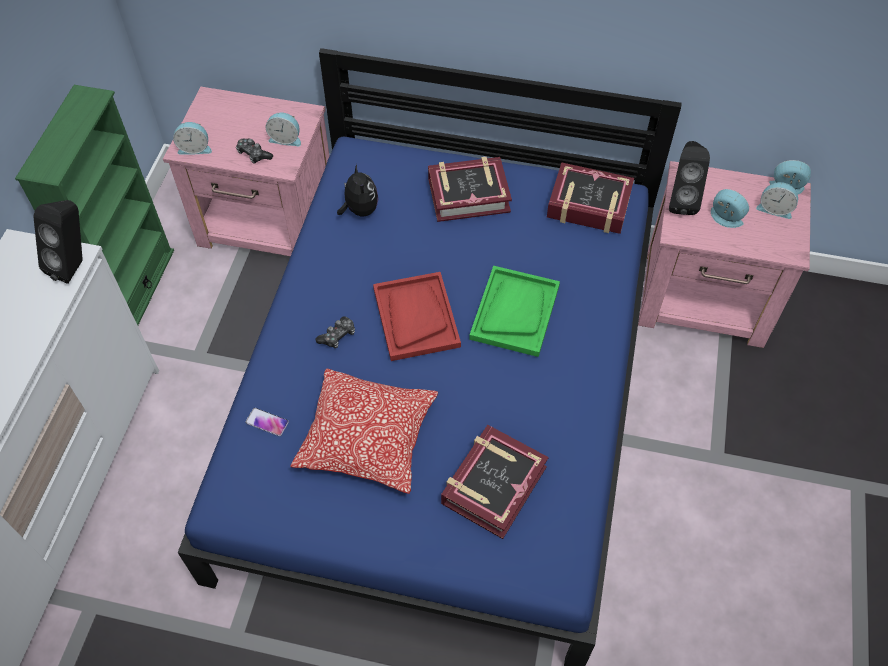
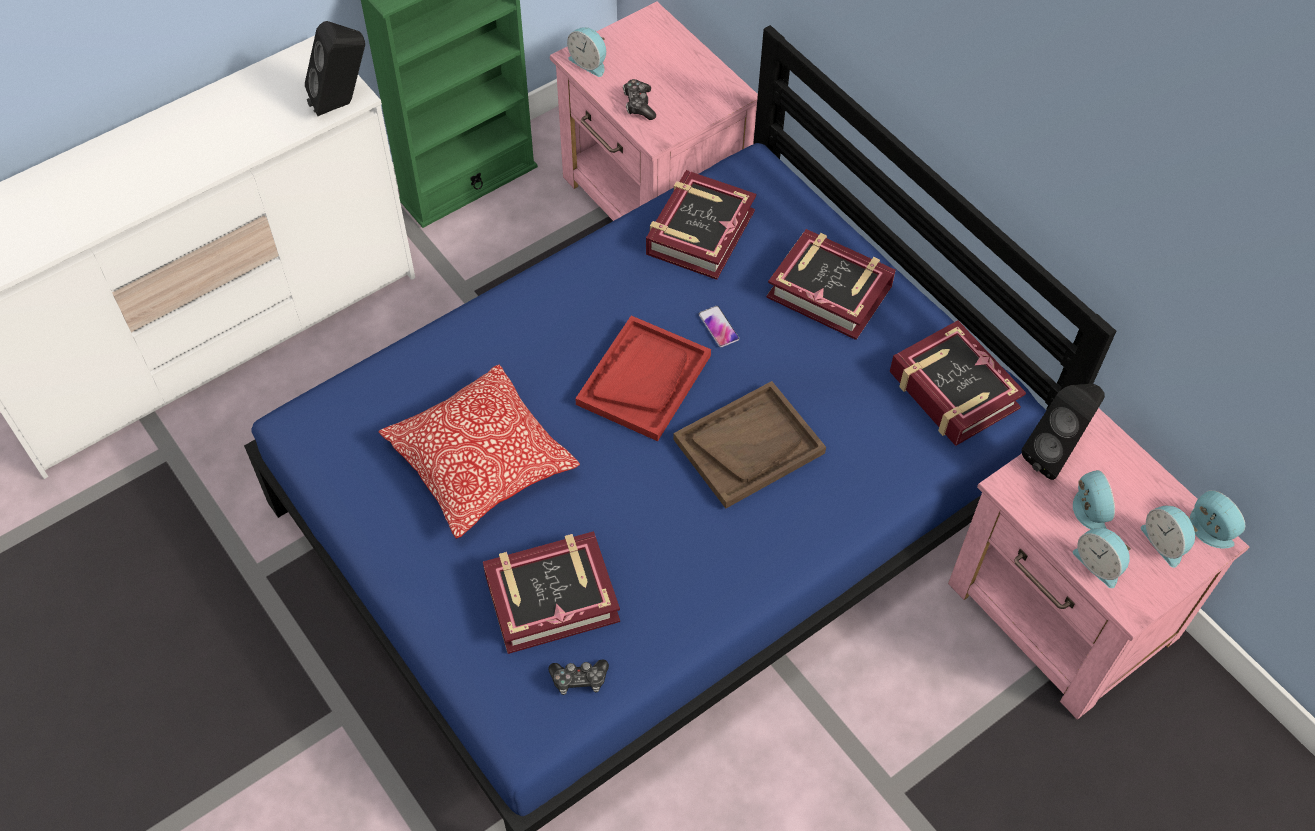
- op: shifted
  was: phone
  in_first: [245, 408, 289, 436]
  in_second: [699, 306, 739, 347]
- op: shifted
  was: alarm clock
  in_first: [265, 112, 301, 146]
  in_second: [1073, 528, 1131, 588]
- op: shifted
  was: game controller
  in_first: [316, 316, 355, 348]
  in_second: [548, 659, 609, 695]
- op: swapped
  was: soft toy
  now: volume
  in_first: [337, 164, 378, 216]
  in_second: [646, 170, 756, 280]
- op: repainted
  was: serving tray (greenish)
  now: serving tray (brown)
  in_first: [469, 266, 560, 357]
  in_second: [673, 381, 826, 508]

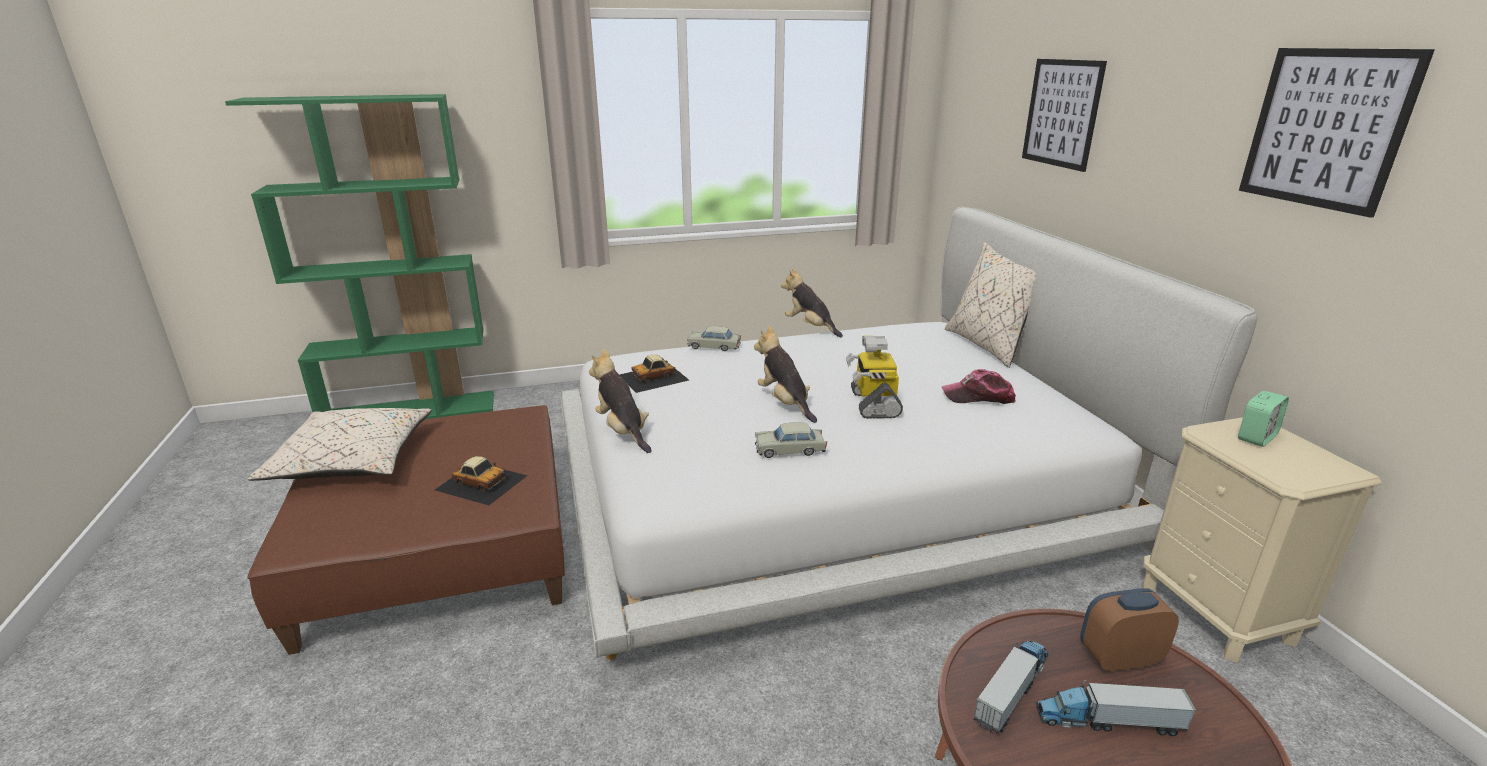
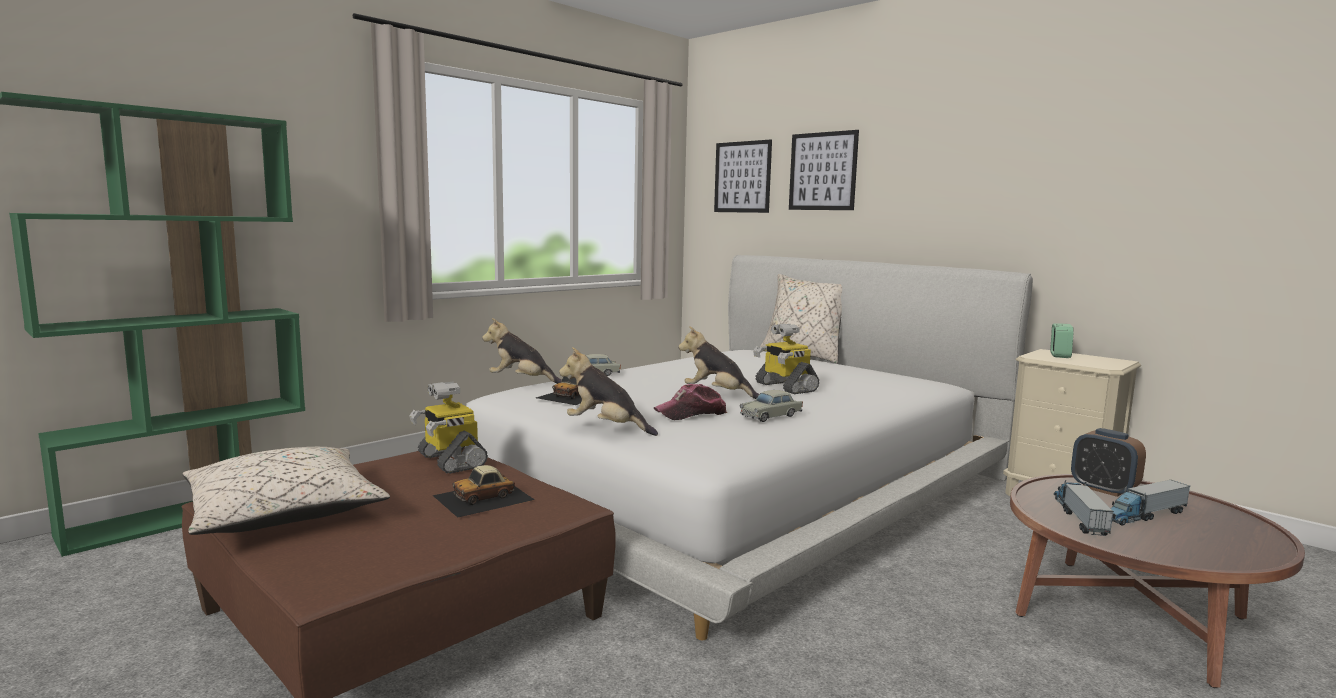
- op: new
  now: robot figure
  in_second: [409, 381, 488, 474]
- op: shifted
  was: soft toy
  in_first: [781, 268, 843, 338]
  in_second: [482, 318, 562, 384]
- op: shifted
  was: baseball cap
  in_first: [942, 369, 1016, 404]
  in_second: [654, 384, 727, 420]
- op: shifted
  was: wall picture
  in_first: [1239, 48, 1435, 218]
  in_second: [714, 139, 772, 213]
- op: rotated
  was: miniature car
  in_first: [435, 456, 528, 505]
  in_second: [432, 465, 535, 518]
  clockwise: 150
- op: rotated
  was: alarm clock
  in_first: [1080, 588, 1179, 672]
  in_second: [1071, 428, 1146, 497]
  clockwise: -90

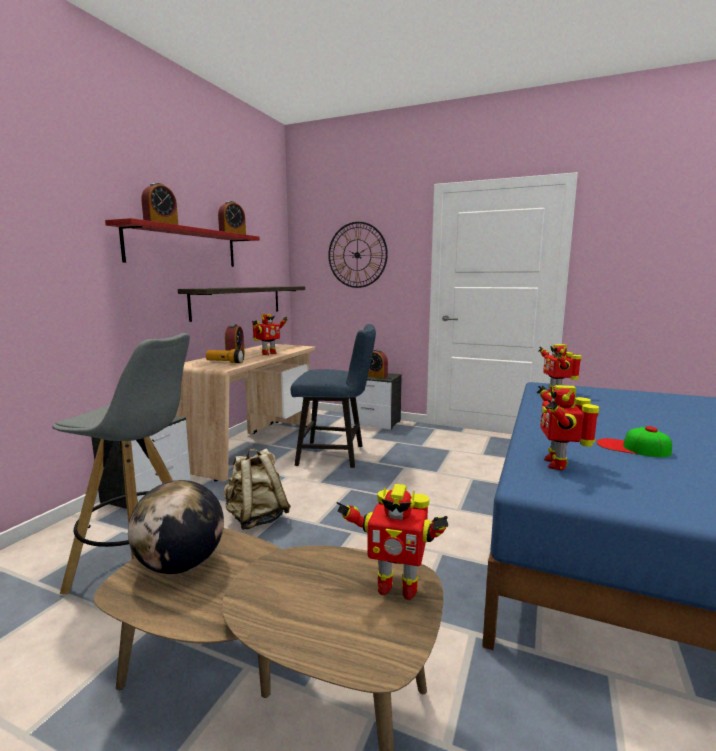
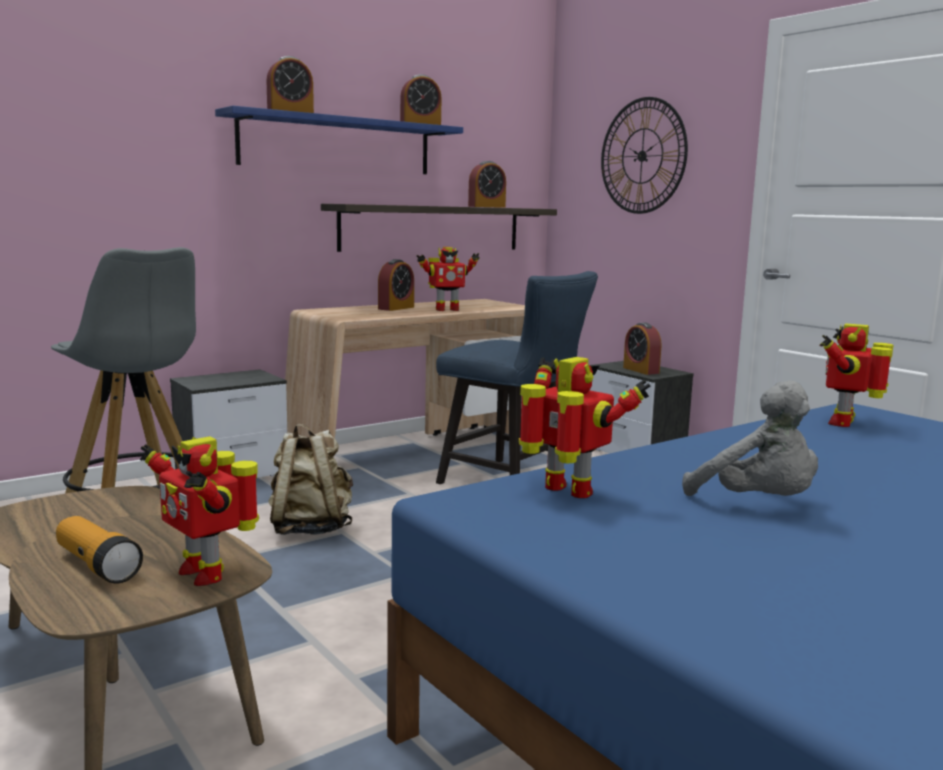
- op: gone
  was: globe
  in_first: [128, 480, 224, 574]
- op: new
  now: alarm clock
  in_second: [468, 161, 506, 208]
- op: shifted
  was: flashlight
  in_first: [206, 349, 244, 363]
  in_second: [56, 516, 143, 584]
- op: swapped
  was: baseball cap
  now: soft toy (grey)
  in_first: [597, 426, 672, 457]
  in_second: [682, 380, 818, 496]
- op: repainted
  was: wall shelf (reddish)
  now: wall shelf (blue)
  in_first: [105, 218, 260, 267]
  in_second: [215, 106, 463, 174]
- op: rotated
  was: robot figure
  in_first: [537, 385, 599, 470]
  in_second: [519, 357, 651, 498]
  clockwise: 90

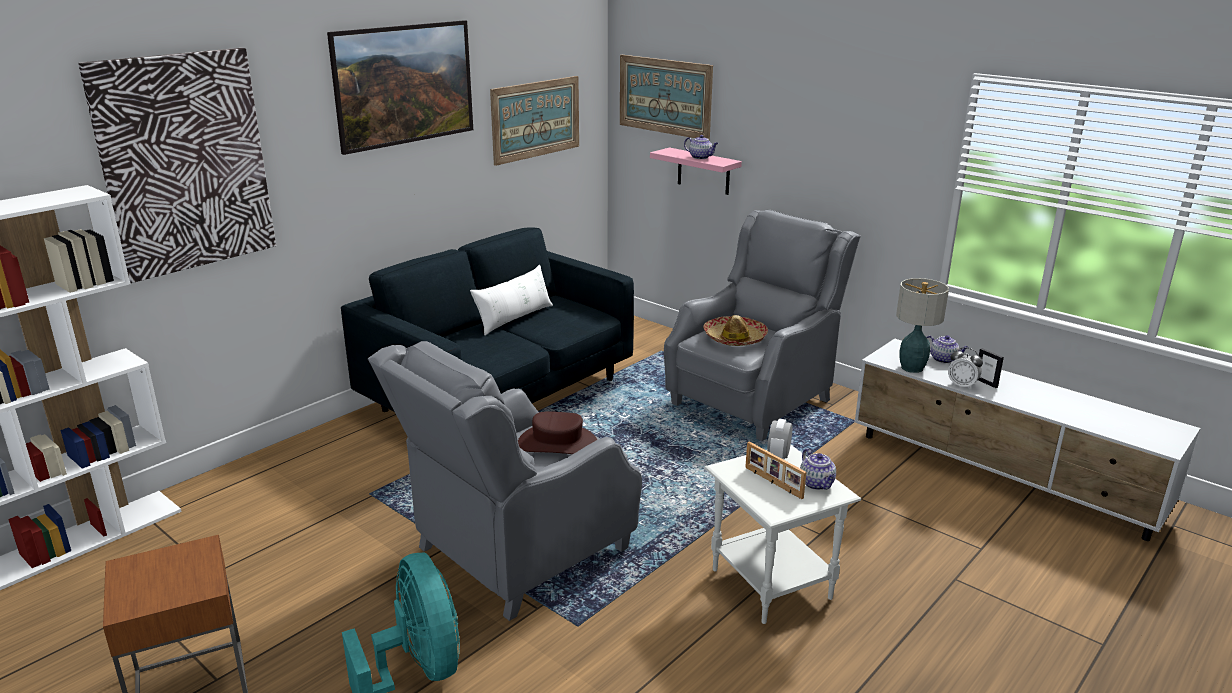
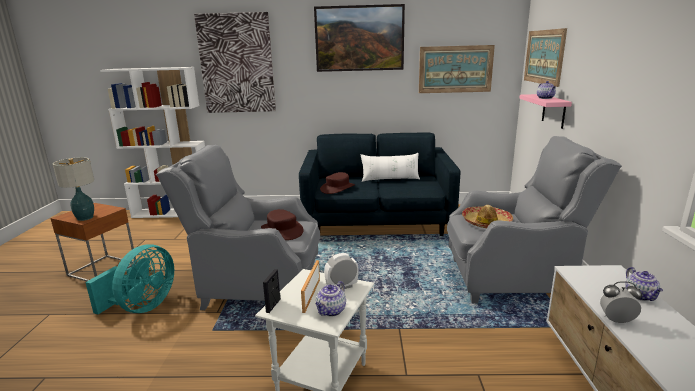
- op: new
  now: hat (brown)
  in_second: [320, 172, 355, 194]
- op: shifted
  was: tabletop lamp
  in_first: [896, 278, 949, 373]
  in_second: [53, 157, 94, 221]
- op: shifted
  was: picture frame
  in_first: [978, 348, 1004, 388]
  in_second: [263, 269, 281, 313]
- op: rotated
  was: alarm clock
  in_first: [948, 347, 983, 390]
  in_second: [600, 281, 642, 324]
  clockwise: 105

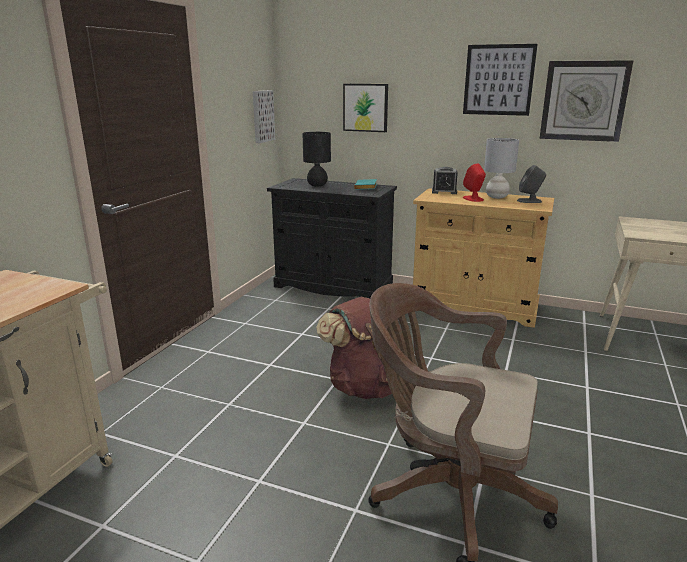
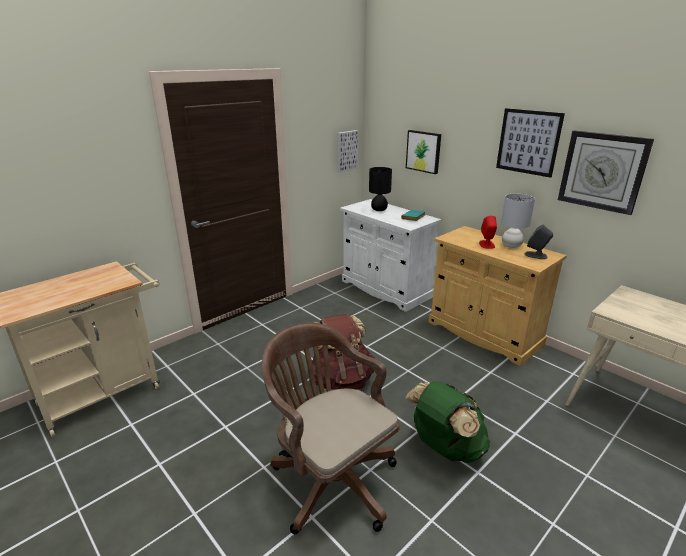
- op: gone
  was: alarm clock
  in_first: [432, 167, 458, 194]
- op: new
  now: knapsack (greenish)
  in_second: [405, 381, 490, 463]
- op: repainted
  was: cupboard (black-coloured)
  now: cupboard (white)
  in_first: [267, 178, 397, 298]
  in_second: [340, 199, 441, 312]

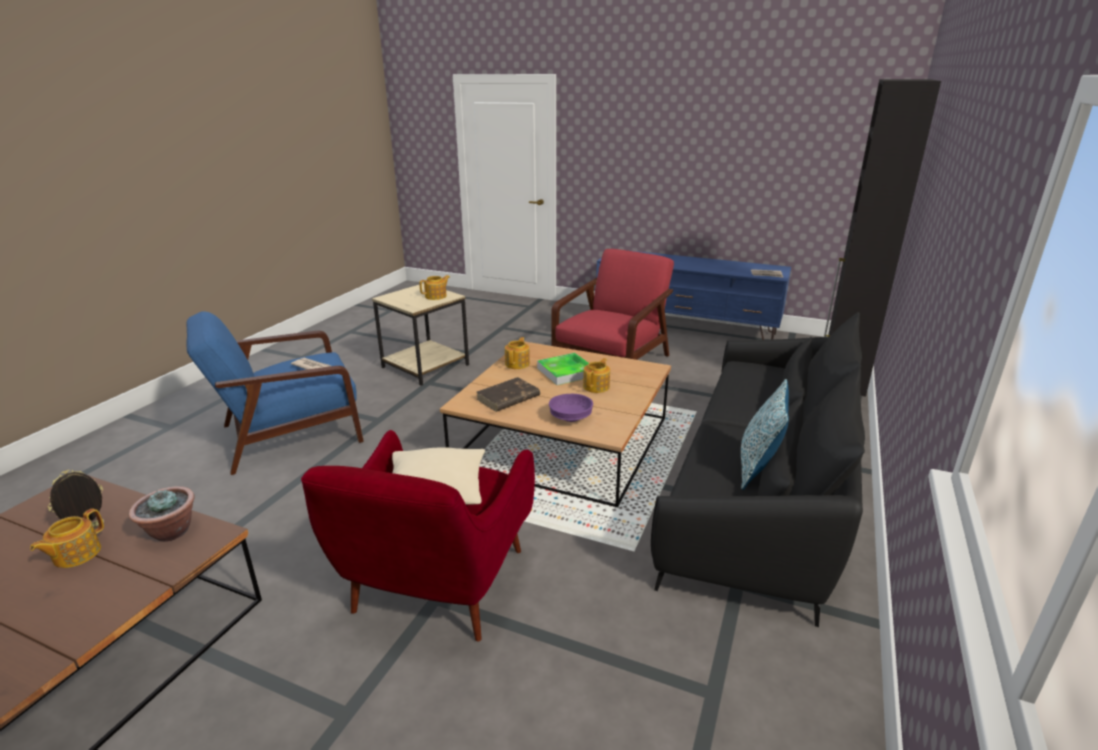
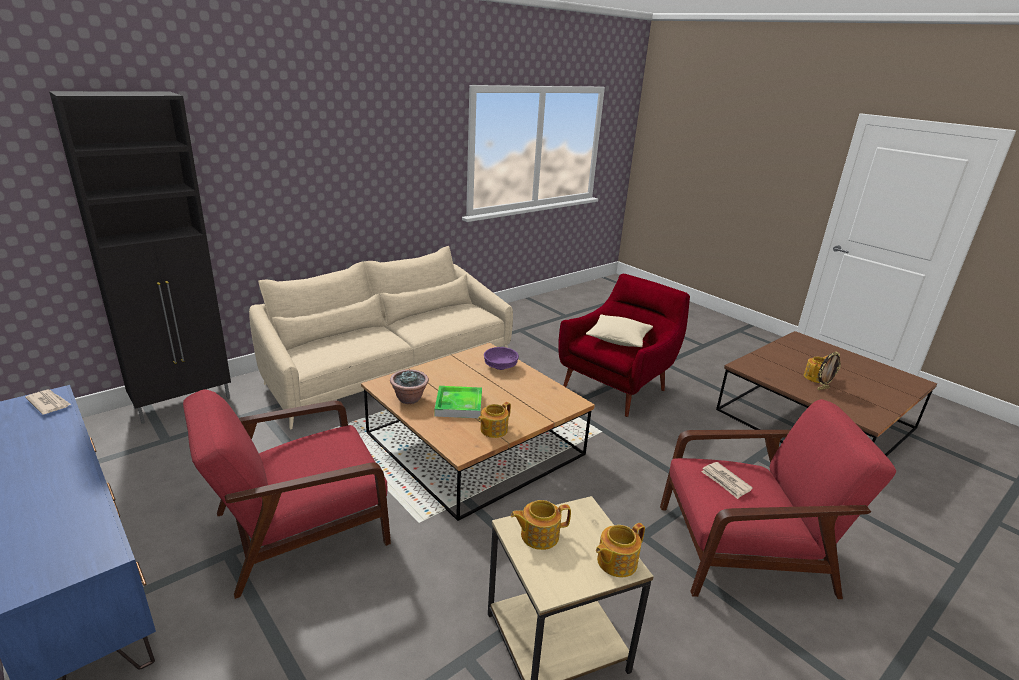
- op: gone
  was: volume (brown)
  in_first: [476, 377, 540, 412]
- op: gone
  was: throw pillow
  in_first: [741, 379, 789, 490]
- op: shifted
  was: houseplant
  in_first: [129, 486, 195, 542]
  in_second: [390, 369, 429, 404]
- op: shifted
  was: tea pot
  in_first: [583, 358, 610, 393]
  in_second: [596, 523, 645, 577]
- op: repainted
  was: armchair (blue)
  now: armchair (reddish)
  in_first: [186, 311, 364, 475]
  in_second: [660, 399, 896, 599]
- op: repainted
  was: settee (black-coloured)
  now: settee (beige)
  in_first: [651, 312, 865, 627]
  in_second: [249, 246, 513, 430]

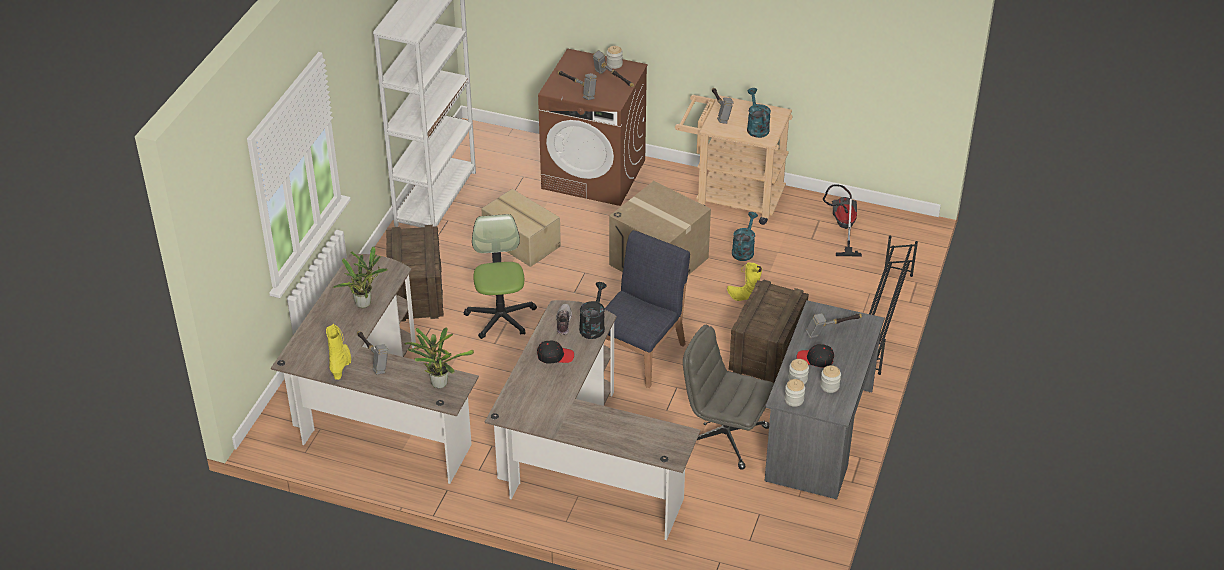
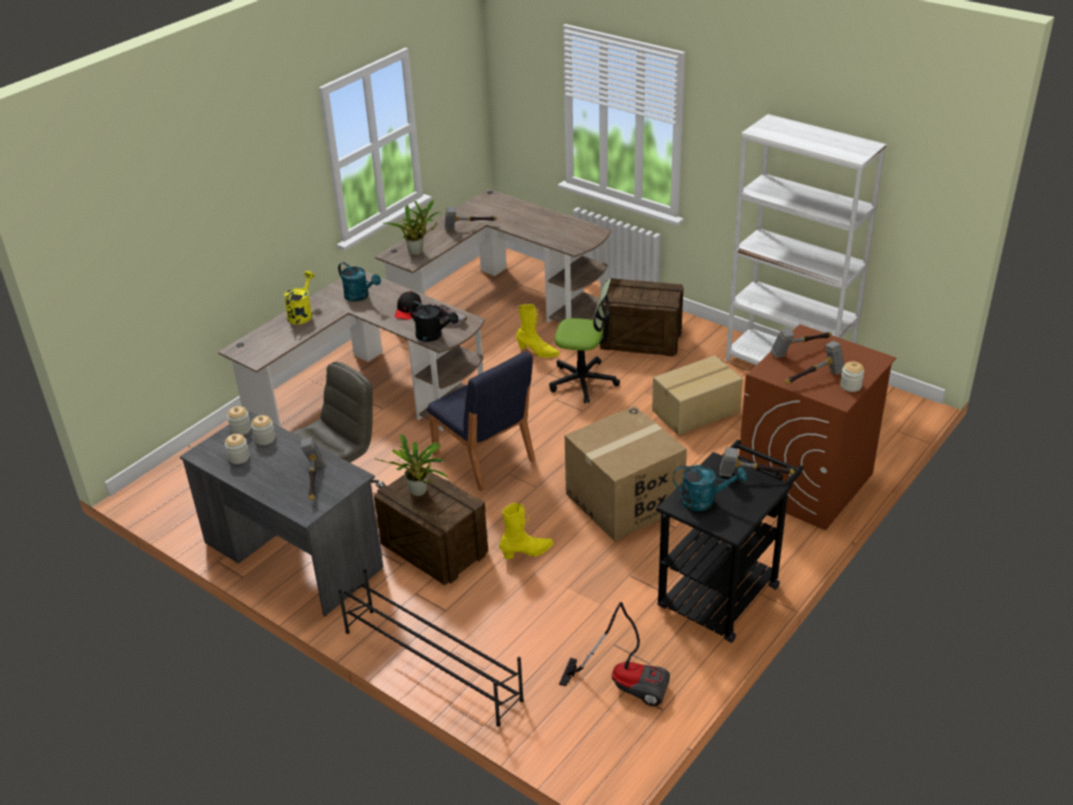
- op: gone
  was: baseball cap (black-coloured)
  in_first: [797, 344, 834, 368]
- op: new
  now: sprinkling can (yellowish)
  in_second: [284, 271, 315, 324]
- op: shifted
  was: boot (yellowish)
  in_first: [326, 324, 351, 380]
  in_second: [516, 304, 560, 358]
- op: shifted
  was: houseplant
  in_first: [333, 247, 388, 308]
  in_second: [374, 434, 448, 496]
- op: shifted
  was: sprinkling can (turquoise-coloured)
  in_first: [732, 212, 758, 261]
  in_second: [338, 262, 381, 302]
- op: repainted
  was: wheeled cart (beige)
  now: wheeled cart (black-coloured)
  in_first: [675, 95, 793, 225]
  in_second: [656, 440, 804, 643]

